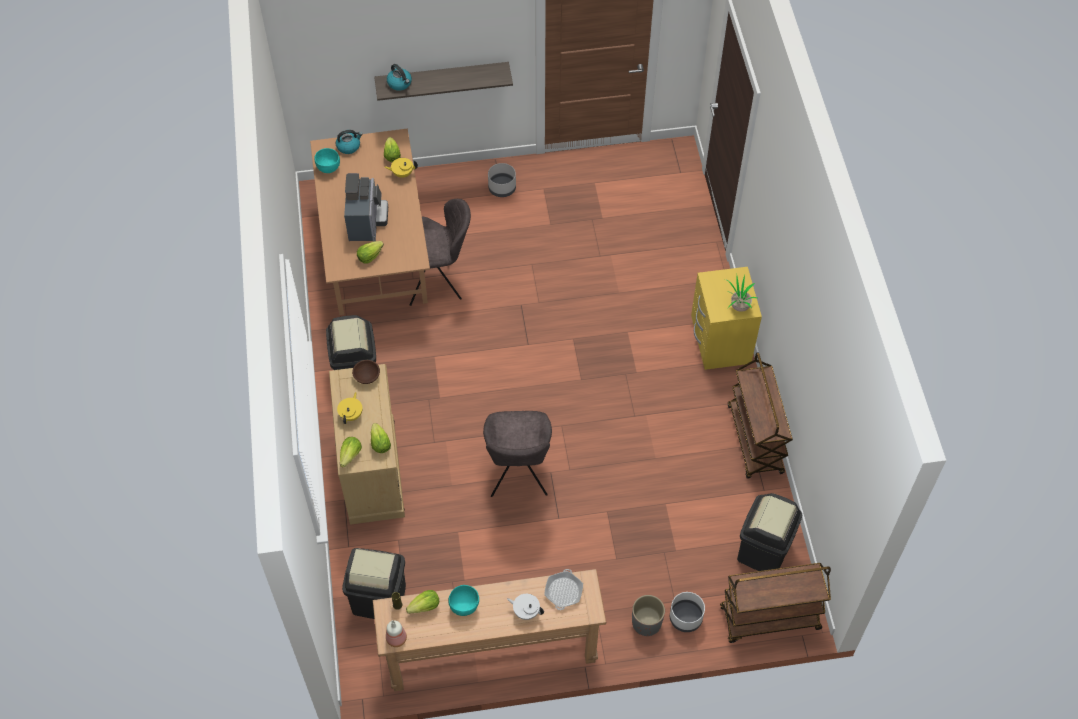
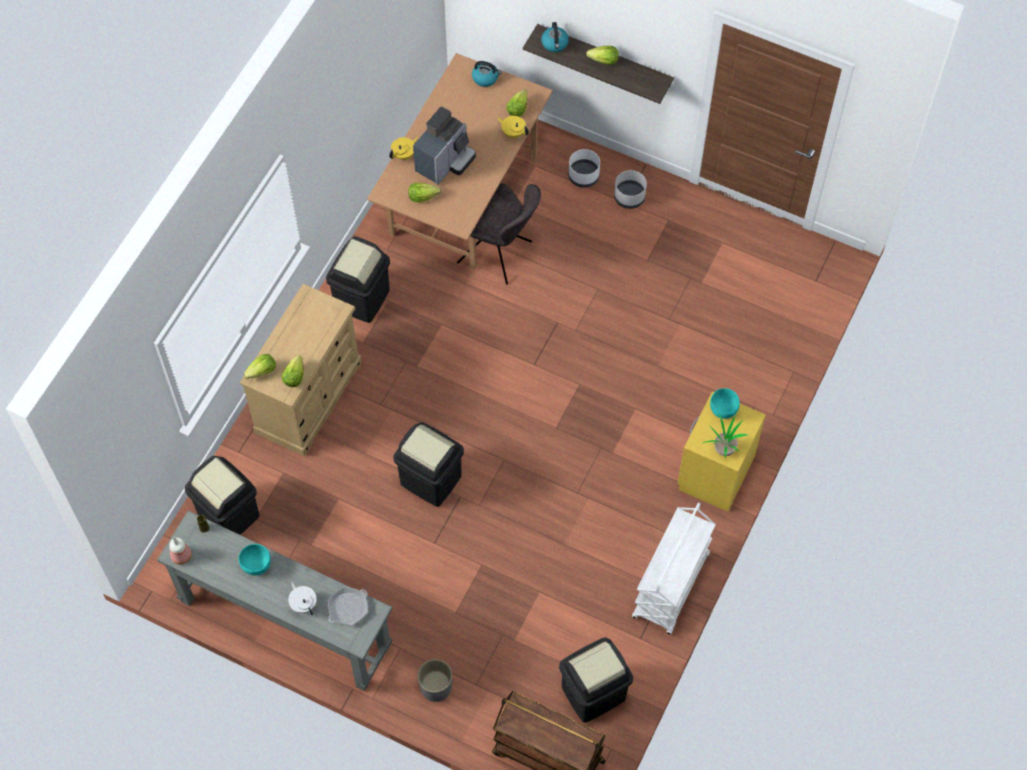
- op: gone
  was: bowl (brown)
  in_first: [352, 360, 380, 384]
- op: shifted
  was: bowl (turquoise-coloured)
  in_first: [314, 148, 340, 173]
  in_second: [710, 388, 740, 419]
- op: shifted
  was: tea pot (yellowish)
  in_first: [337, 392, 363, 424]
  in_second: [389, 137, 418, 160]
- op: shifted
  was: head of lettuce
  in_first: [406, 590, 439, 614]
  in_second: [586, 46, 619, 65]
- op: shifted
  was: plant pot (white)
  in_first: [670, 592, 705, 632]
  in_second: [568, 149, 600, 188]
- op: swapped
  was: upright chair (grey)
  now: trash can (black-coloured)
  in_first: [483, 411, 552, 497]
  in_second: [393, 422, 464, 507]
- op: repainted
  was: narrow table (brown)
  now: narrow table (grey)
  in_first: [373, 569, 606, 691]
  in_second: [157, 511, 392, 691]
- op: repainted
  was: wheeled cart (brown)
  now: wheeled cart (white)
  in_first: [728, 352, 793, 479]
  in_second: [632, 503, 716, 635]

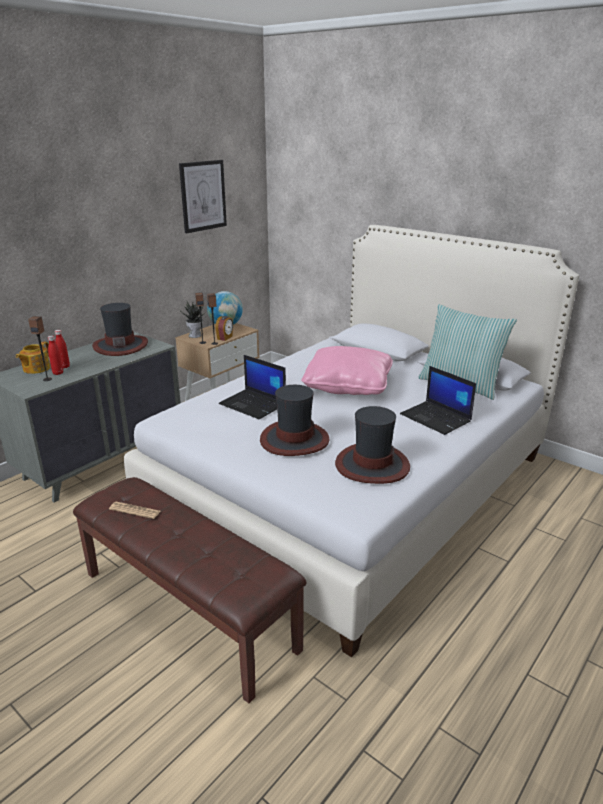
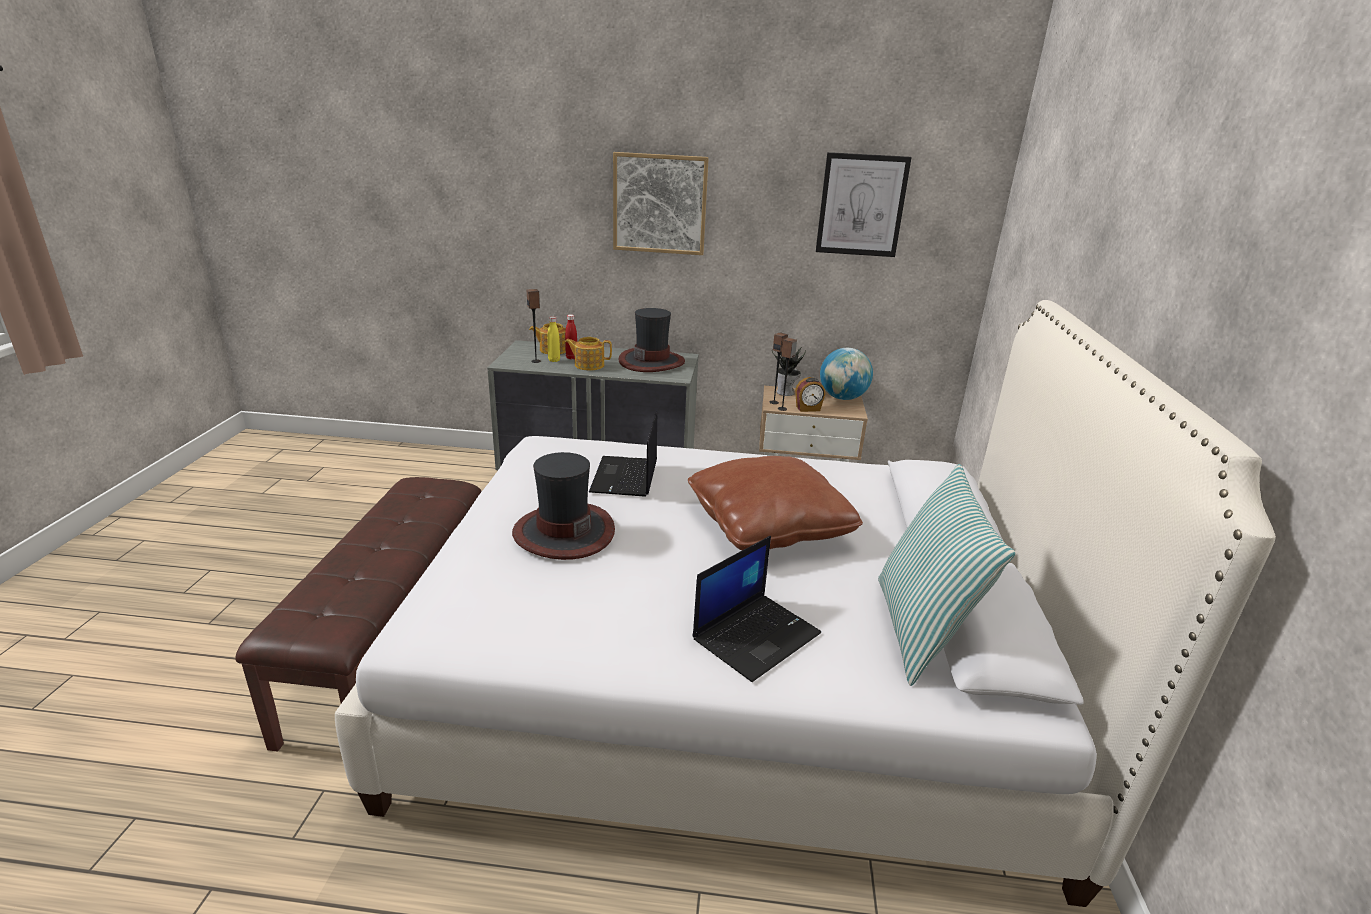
- op: gone
  was: daily paper
  in_first: [109, 502, 161, 519]
- op: gone
  was: hat
  in_first: [335, 406, 410, 484]
- op: new
  now: tea pot
  in_second: [565, 337, 612, 370]
- op: new
  now: wall picture
  in_second: [613, 152, 709, 255]
- op: repainted
  was: beverage bottle (reddish)
  now: beverage bottle (yellowish)
  in_first: [48, 335, 63, 375]
  in_second: [547, 316, 560, 362]
- op: repainted
  was: throw pillow (pinkish)
  now: throw pillow (brown)
  in_first: [301, 346, 393, 395]
  in_second: [688, 456, 863, 550]
- op: rotated
  was: notebook computer
  in_first: [400, 366, 476, 435]
  in_second: [693, 536, 821, 682]
  clockwise: -150

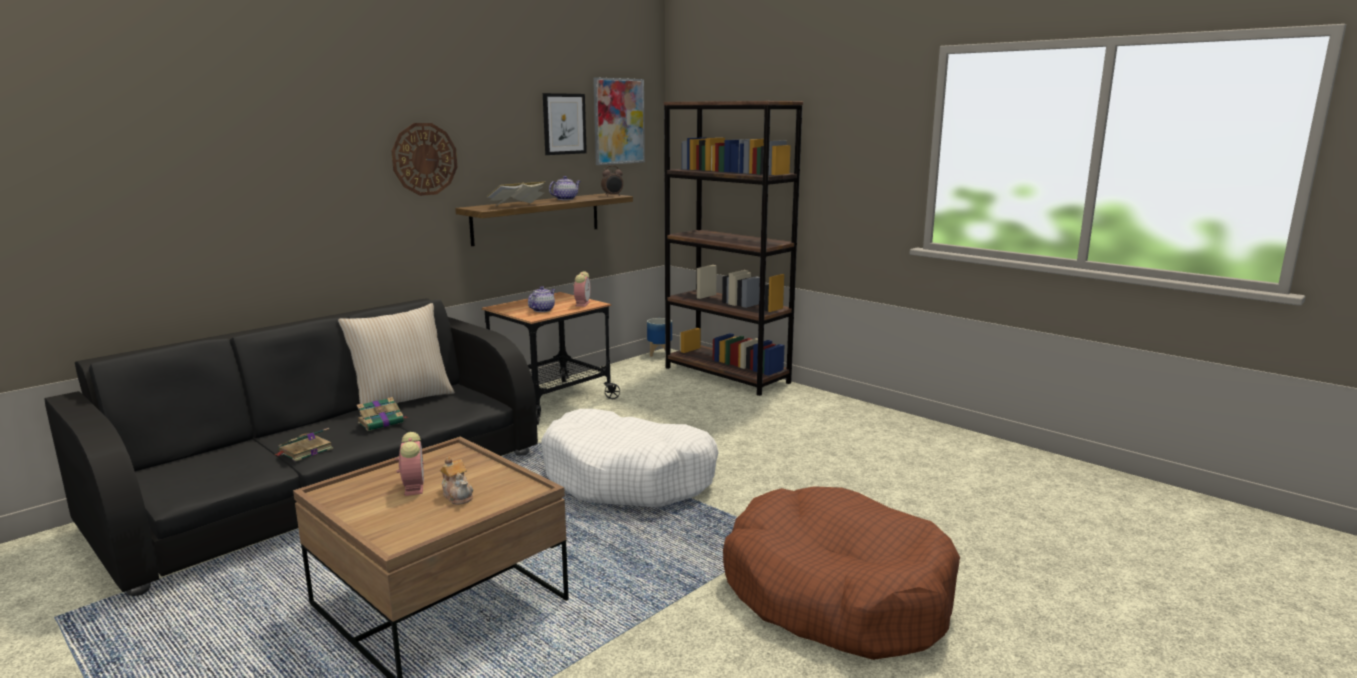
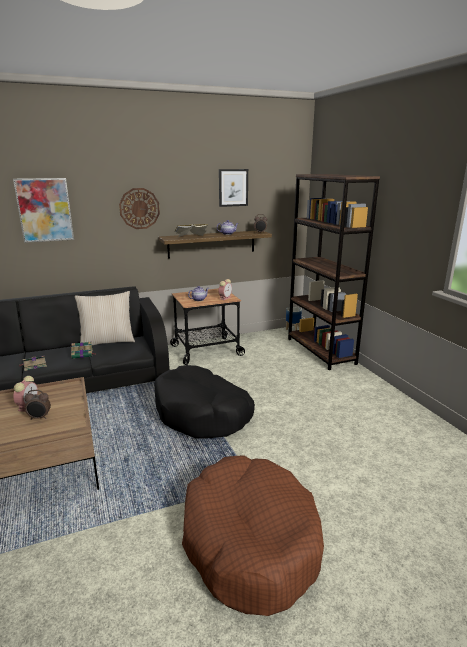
- op: shifted
  was: wall picture
  in_first: [593, 77, 645, 165]
  in_second: [13, 178, 74, 243]
- op: swapped
  was: tea pot
  now: alarm clock
  in_first: [440, 457, 473, 505]
  in_second: [24, 390, 51, 420]
- op: repainted
  was: dog cushion (white)
  now: dog cushion (black-coloured)
  in_first: [541, 409, 719, 507]
  in_second: [154, 365, 255, 439]

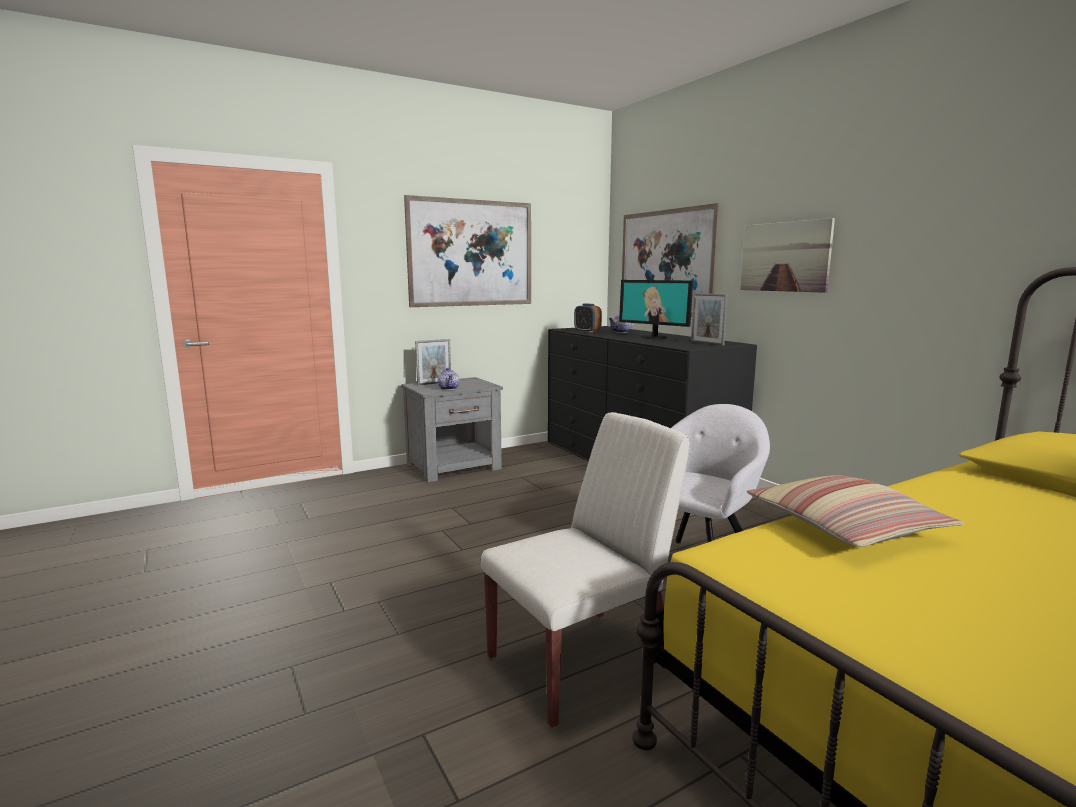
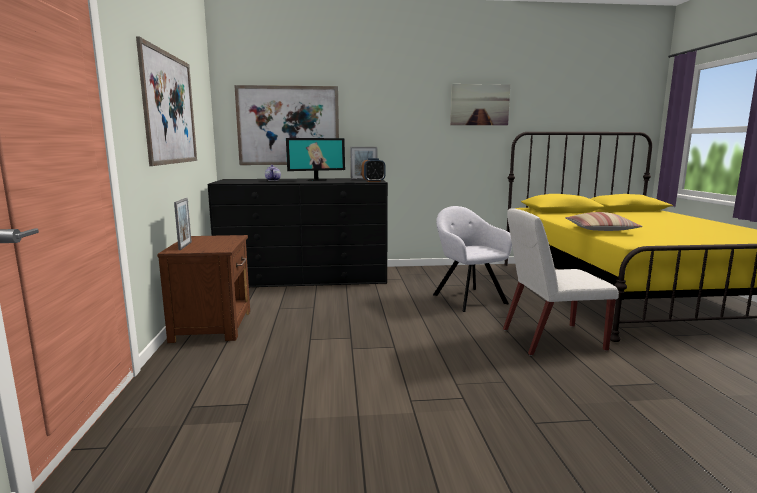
- op: gone
  was: tea pot
  in_first: [437, 368, 459, 390]
- op: shifted
  was: alarm clock
  in_first: [574, 304, 602, 333]
  in_second: [362, 158, 386, 182]
- op: shifted
  was: wall picture
  in_first: [740, 218, 835, 293]
  in_second: [450, 84, 510, 125]
- op: repainted
  was: night table (grey)
  now: night table (brown)
  in_first: [401, 377, 503, 483]
  in_second: [157, 235, 250, 343]
- op: rotated
  was: upright chair (white)
  in_first: [480, 412, 690, 728]
  in_second: [503, 208, 619, 356]
  clockwise: -90

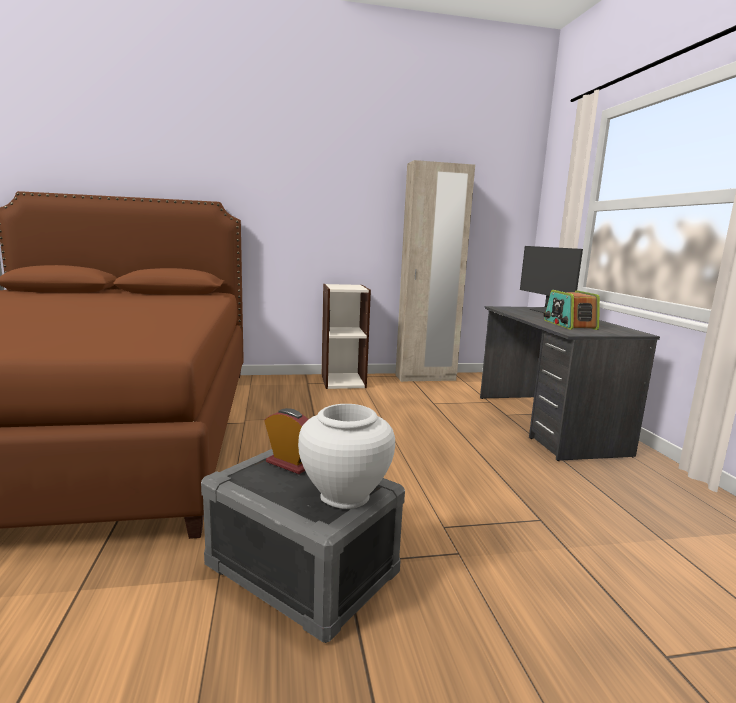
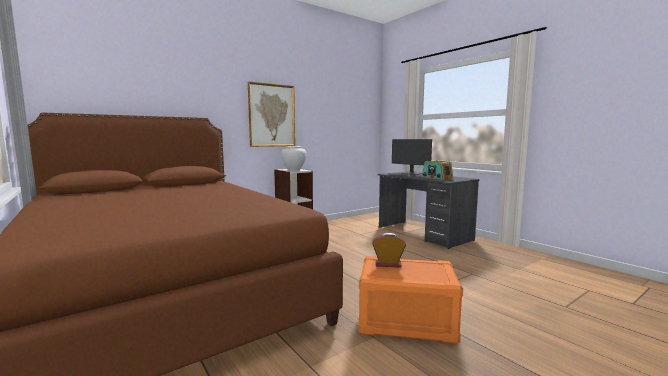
- op: gone
  was: armoire (beige)
  in_first: [395, 160, 475, 382]
- op: new
  now: wall picture
  in_second: [248, 82, 295, 147]
- op: shifted
  was: flower vase (white)
  in_first: [298, 404, 395, 509]
  in_second: [281, 146, 306, 171]
- op: repainted
  was: storage container (grey)
  now: storage container (orange-coloured)
  in_first: [201, 449, 405, 643]
  in_second: [358, 256, 463, 344]

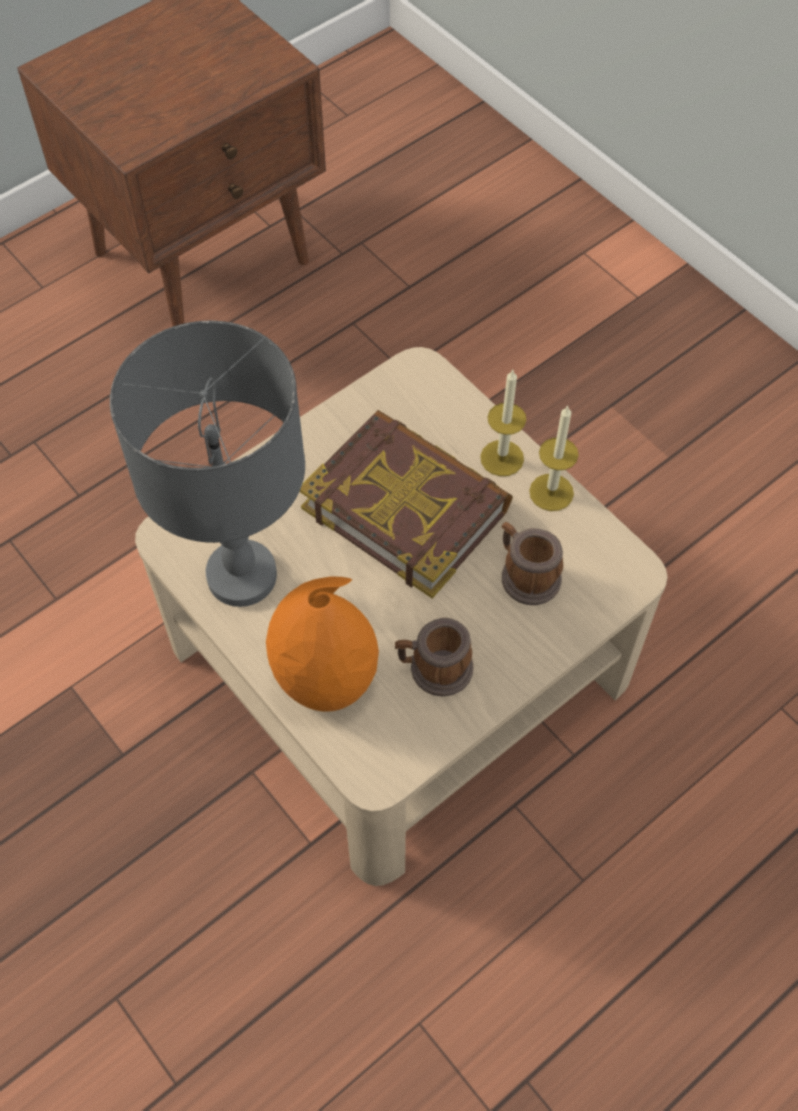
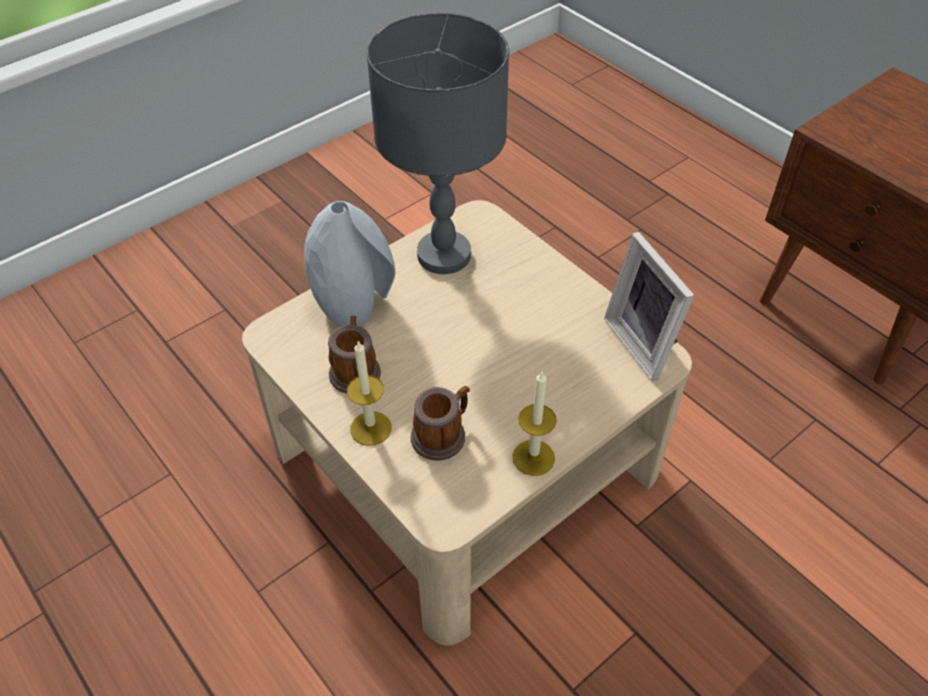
- op: gone
  was: volume
  in_first: [300, 410, 513, 598]
- op: new
  now: picture frame
  in_second: [604, 232, 694, 381]
- op: shifted
  was: candle
  in_first: [480, 370, 526, 476]
  in_second: [347, 341, 391, 446]
- op: repainted
  was: flower vase (orange-coloured)
  now: flower vase (grey)
  in_first: [266, 576, 379, 712]
  in_second: [304, 201, 395, 326]

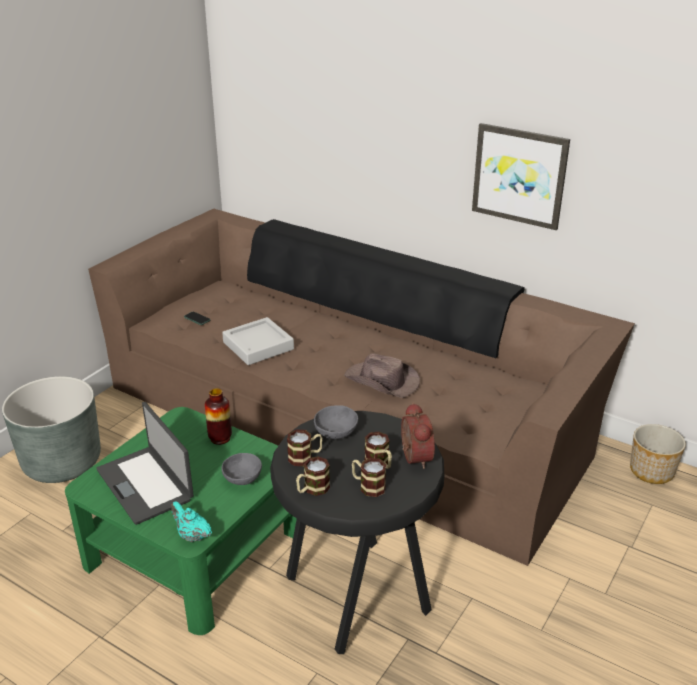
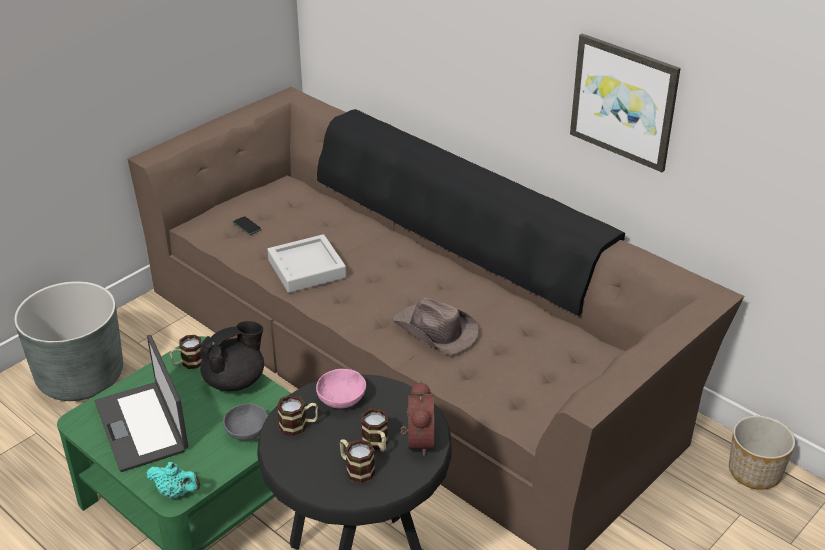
- op: shifted
  was: mug
  in_first: [296, 456, 330, 496]
  in_second: [170, 335, 202, 369]
- op: swapped
  was: flower vase
  now: tea pot (black-coloured)
  in_first: [205, 388, 232, 445]
  in_second: [200, 321, 264, 391]
- op: repainted
  was: bowl (grey)
  now: bowl (pinkish)
  in_first: [314, 405, 358, 439]
  in_second: [316, 369, 366, 409]
- op: rotated
  was: tea pot (turquoise-coloured)
  in_first: [171, 501, 212, 542]
  in_second: [146, 462, 200, 498]
  clockwise: 150

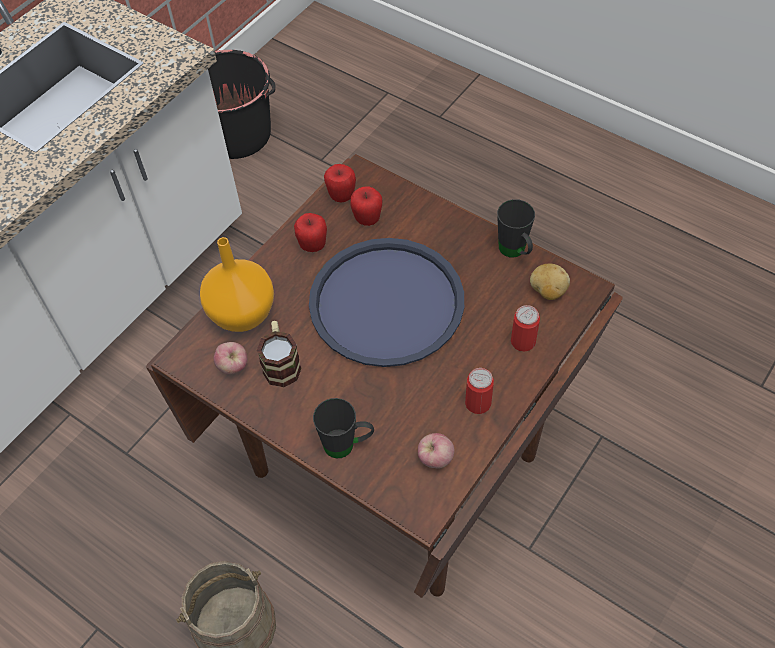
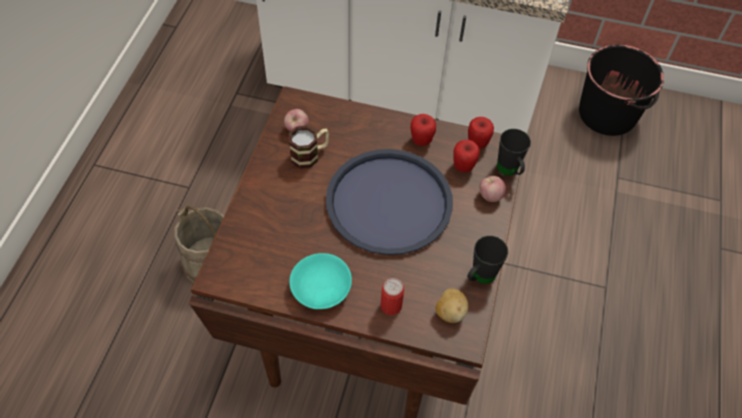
- op: gone
  was: flower vase (orange-coloured)
  in_first: [200, 237, 274, 332]
- op: shifted
  was: mug (black-coloured)
  in_first: [313, 398, 374, 458]
  in_second: [497, 129, 531, 176]
- op: shifted
  was: whole apple
  in_first: [418, 433, 455, 469]
  in_second: [479, 176, 506, 202]
- op: swapped
  was: metal can
  now: bowl (turquoise-coloured)
  in_first: [465, 368, 494, 414]
  in_second: [289, 253, 352, 309]

